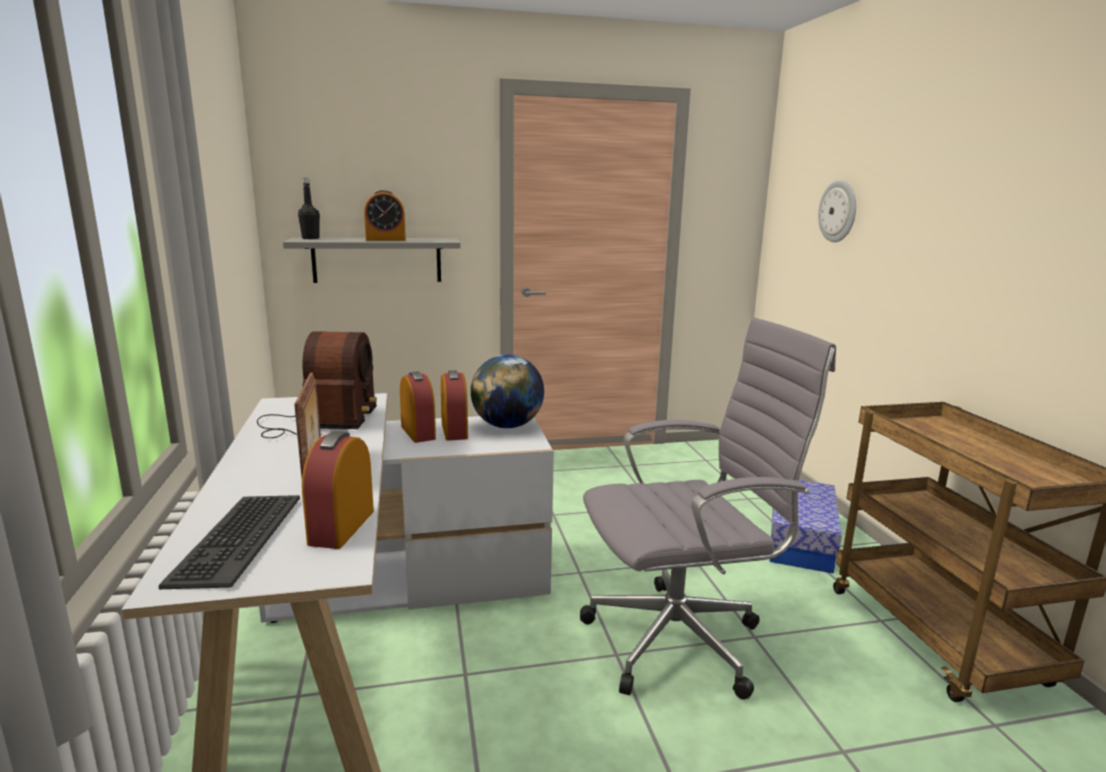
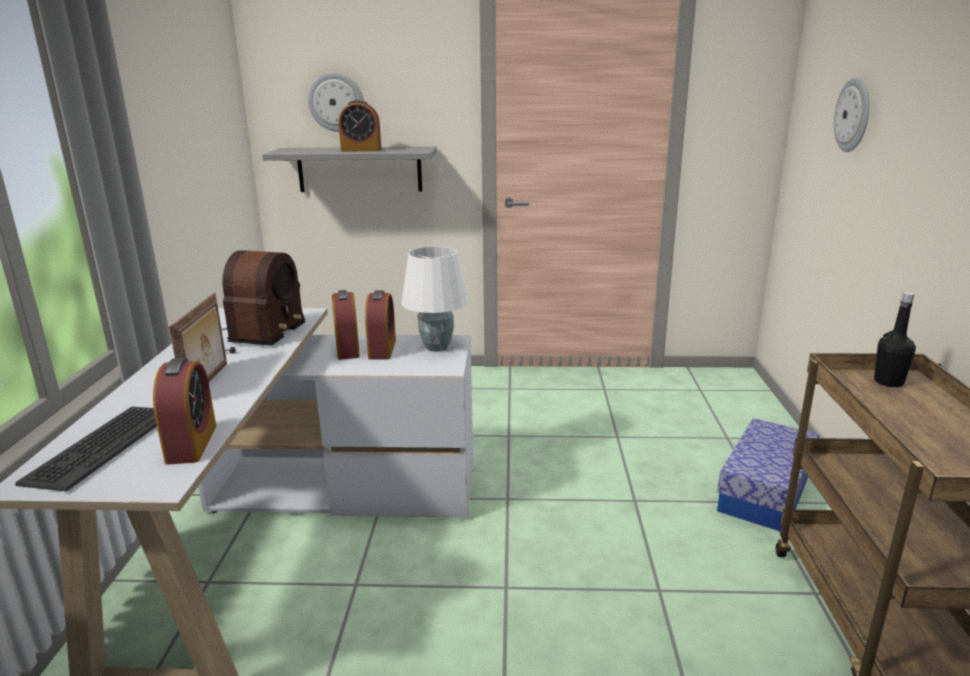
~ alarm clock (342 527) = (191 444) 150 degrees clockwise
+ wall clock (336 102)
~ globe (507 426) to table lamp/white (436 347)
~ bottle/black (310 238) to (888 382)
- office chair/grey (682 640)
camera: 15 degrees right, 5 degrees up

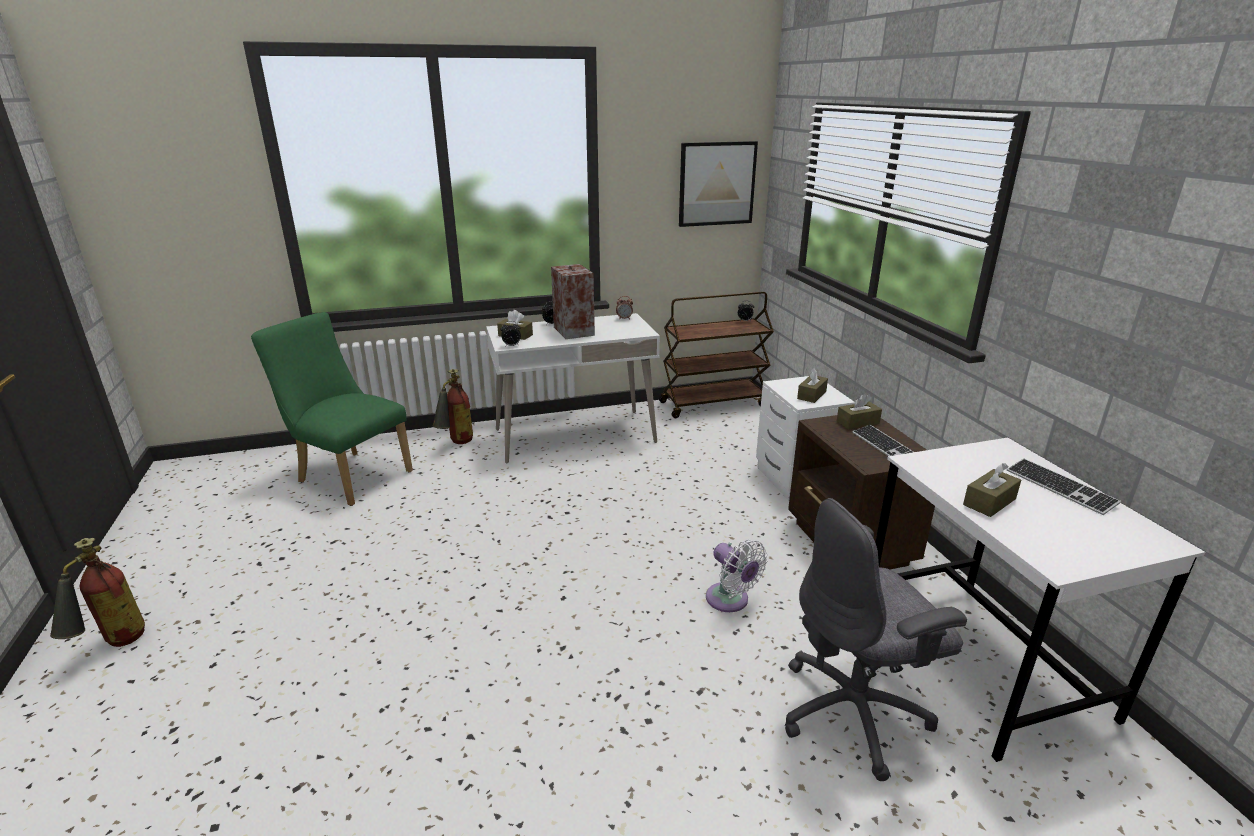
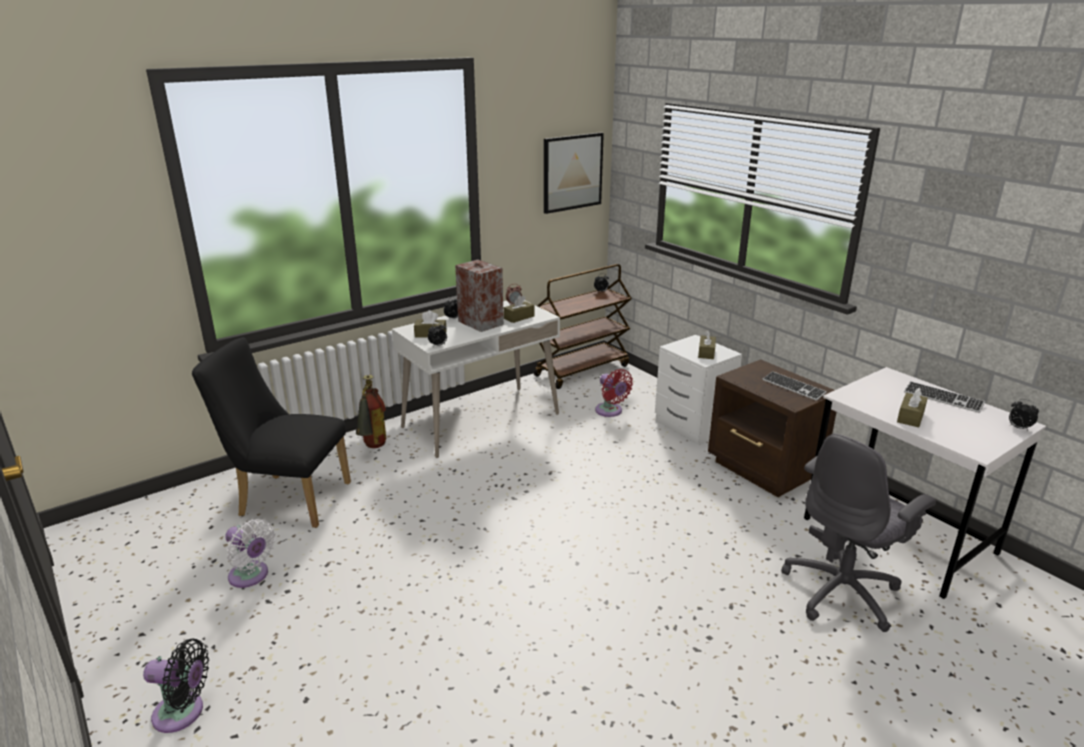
~ fire extinguisher (112 646) to fan/black (183 713)
~ chair/green (349 475) to chair/black (287 499)
~ fan/white (730 601) to (251 576)
~ tissue box/brown (857 422) to (519 317)
+ fan/red (610 411)
+ alarm clock (1018 428)
camera: 20 degrees left, 0 degrees up

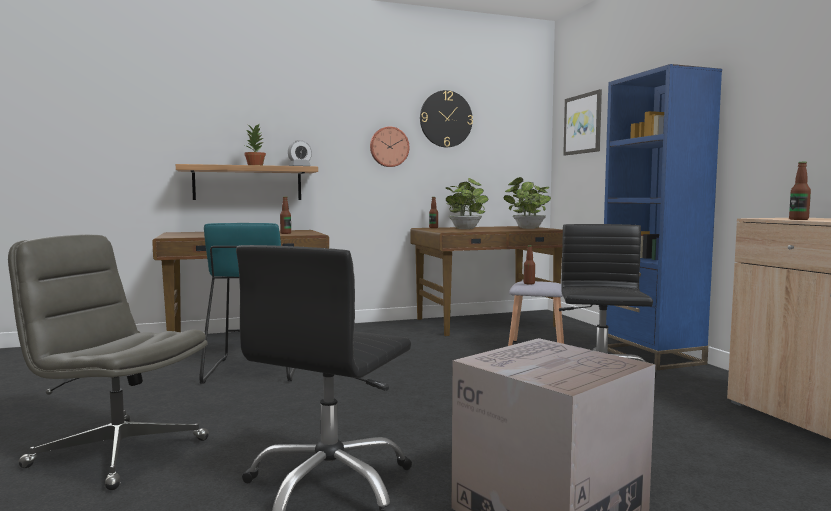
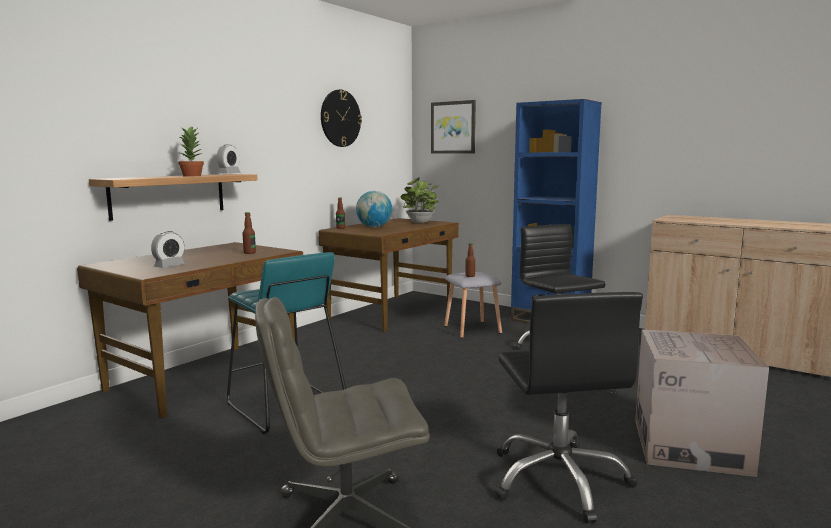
+ alarm clock (169 266)
~ potted plant (466 228) to globe (374 227)
- wall clock (389 147)
- bottle (798 219)
camera: 35 degrees left, 5 degrees up

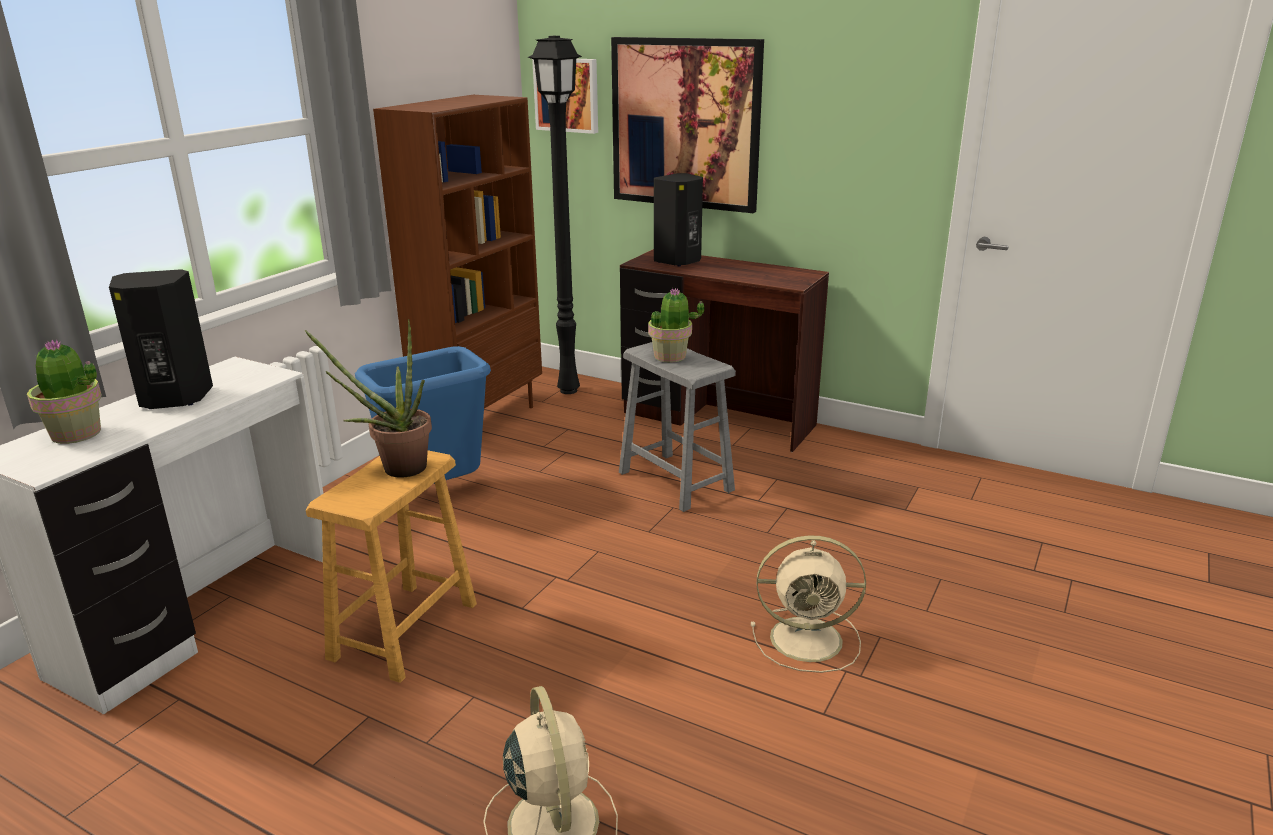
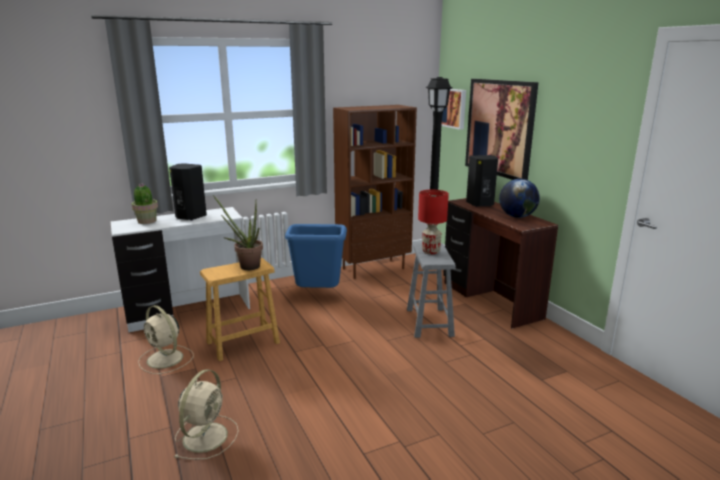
~ fan/beige (809 639) to (166 359)
~ potted plant (670 357) to table lamp/red (430 251)
+ globe (517 216)
camera: 35 degrees right, 5 degrees down

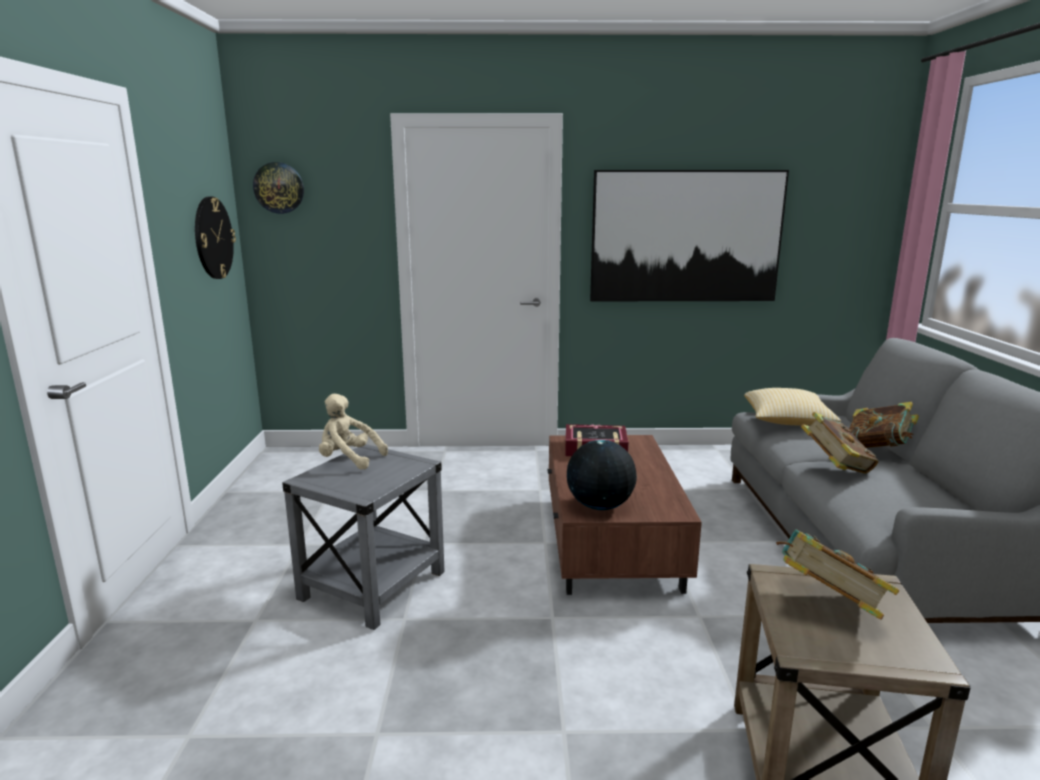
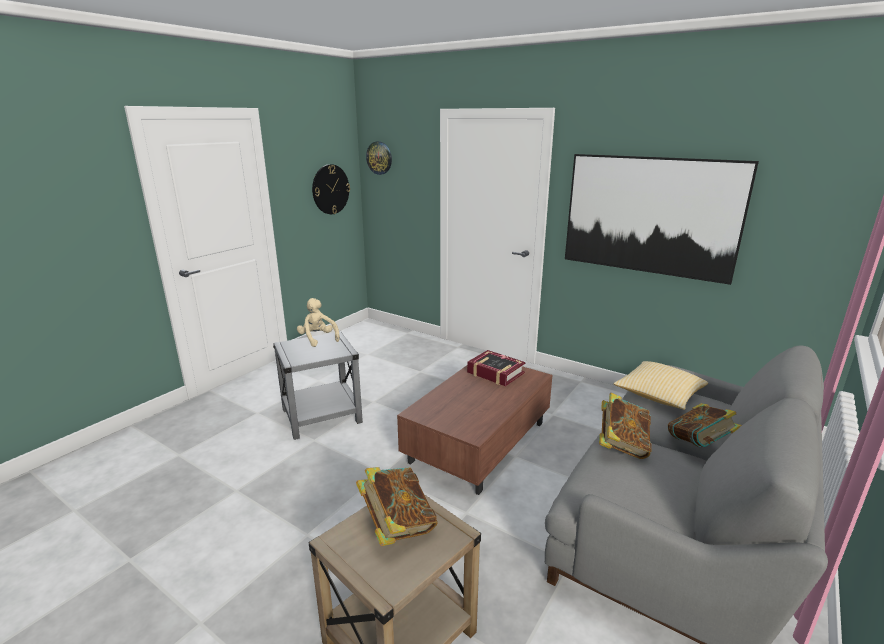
- globe (599 506)
camera: 35 degrees right, 5 degrees up

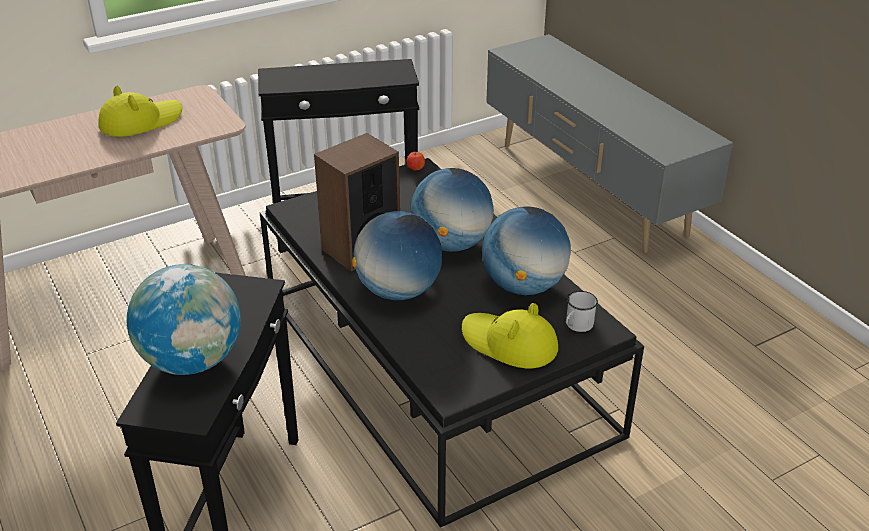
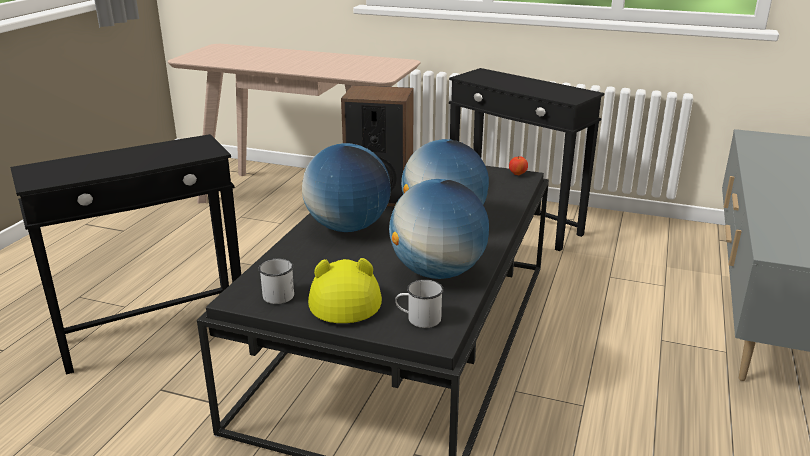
+ mug/white (276 293)
- hat/yellow (141 122)
- globe (192 360)
camera: 50 degrees right, 10 degrees down

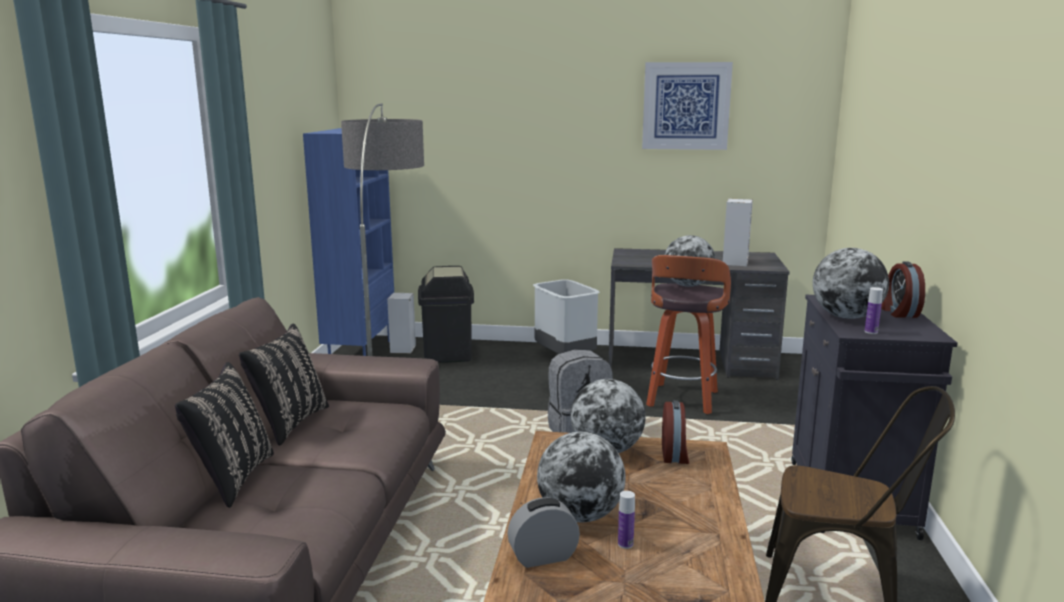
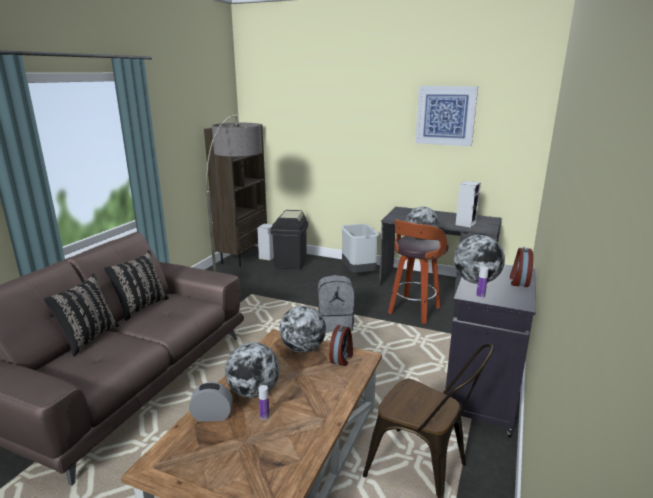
~ bookcase/blue (360 352) to bookcase/brown (242 256)
camera: 15 degrees right, 5 degrees up

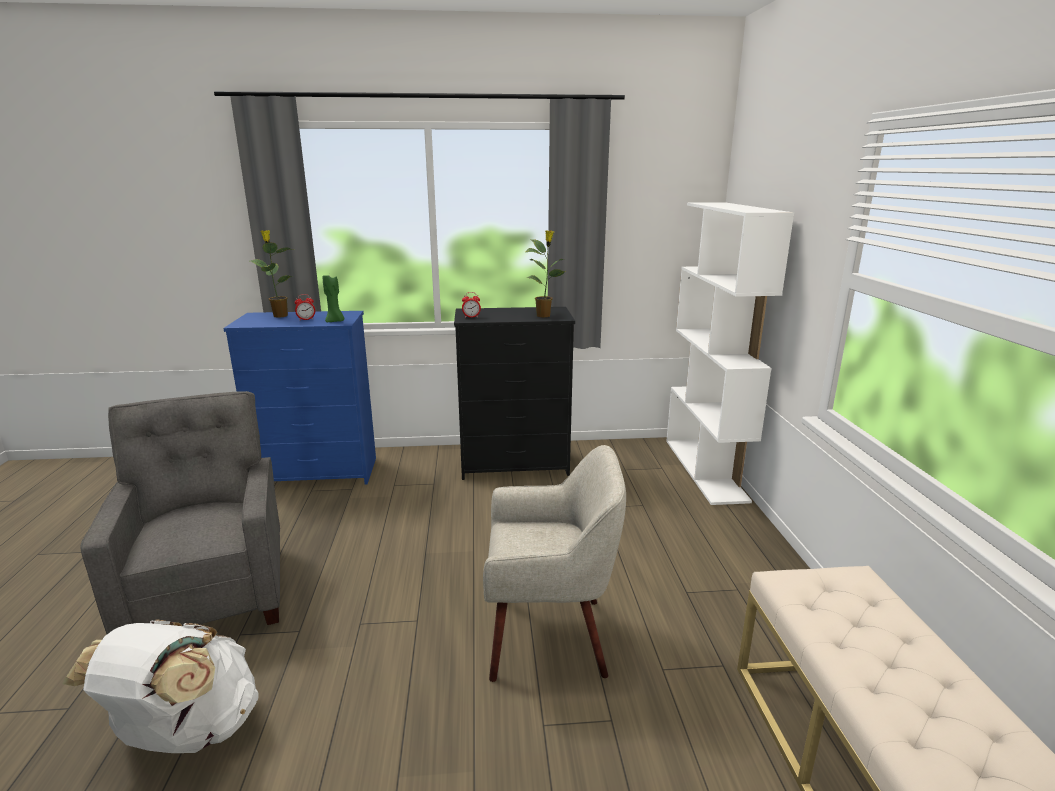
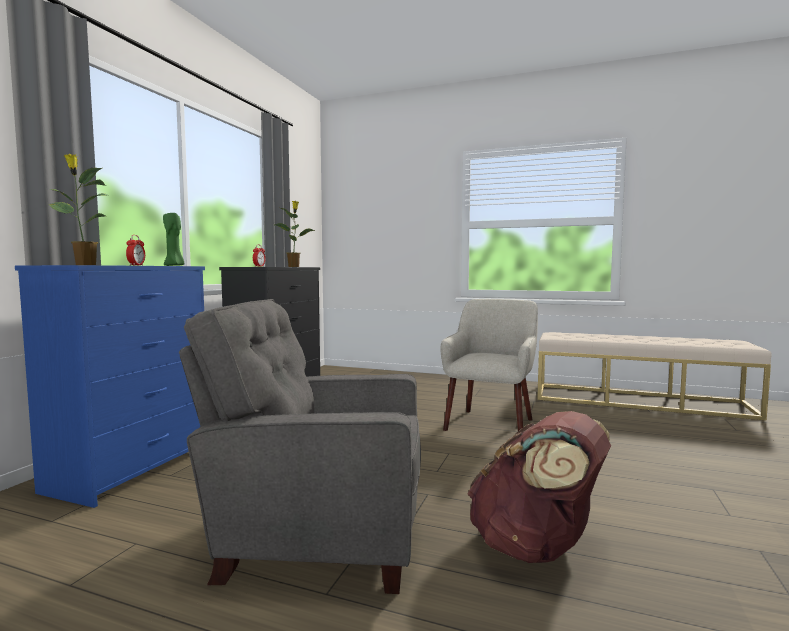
~ backpack/white (186 733) to backpack/brown (536 547)
- bookcase/white (705 469)
camera: 65 degrees left, 15 degrees down

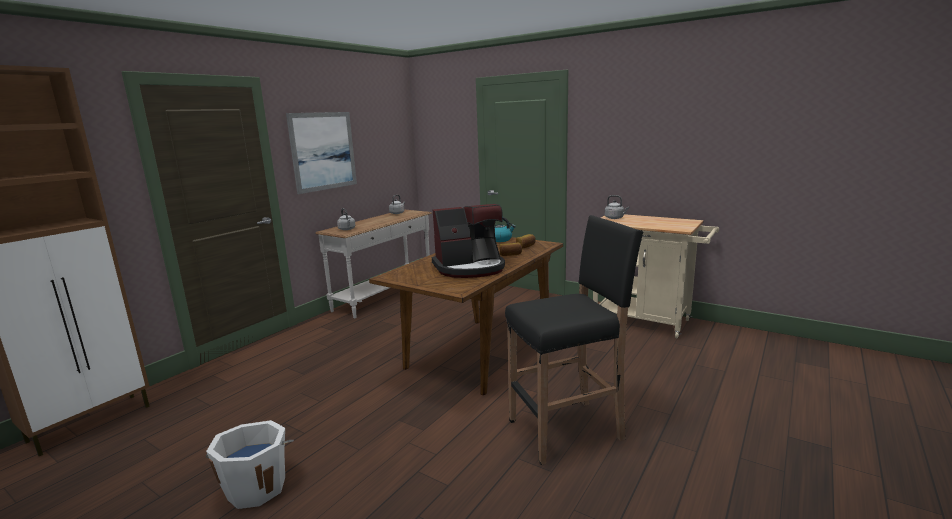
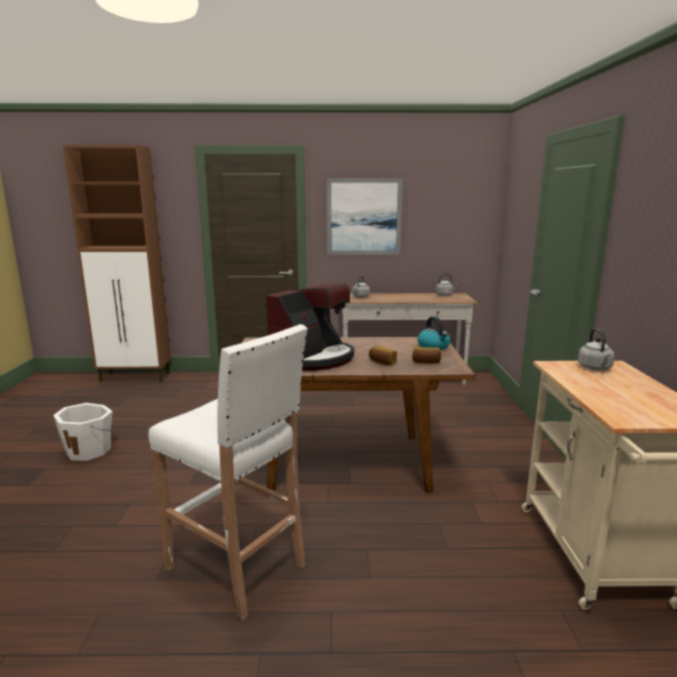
~ stool/black (568 429) to stool/white (238 568)
~ coffee machine (470 268) = (312 358) 90 degrees counterclockwise
camera: 55 degrees right, 0 degrees up

